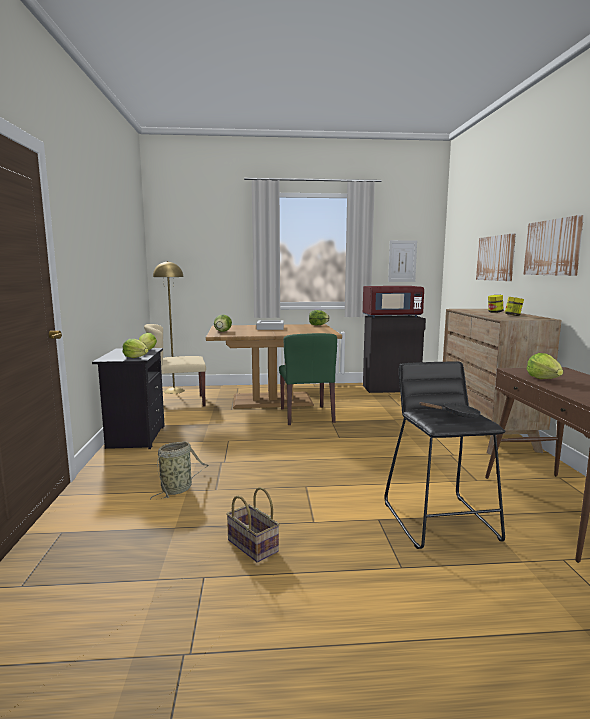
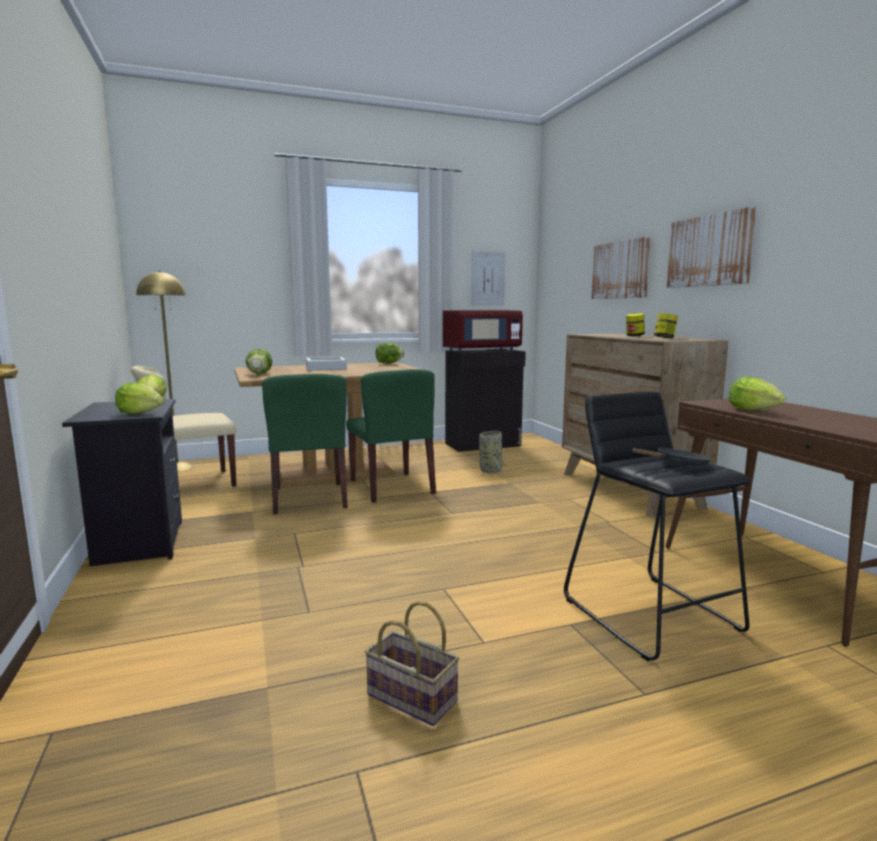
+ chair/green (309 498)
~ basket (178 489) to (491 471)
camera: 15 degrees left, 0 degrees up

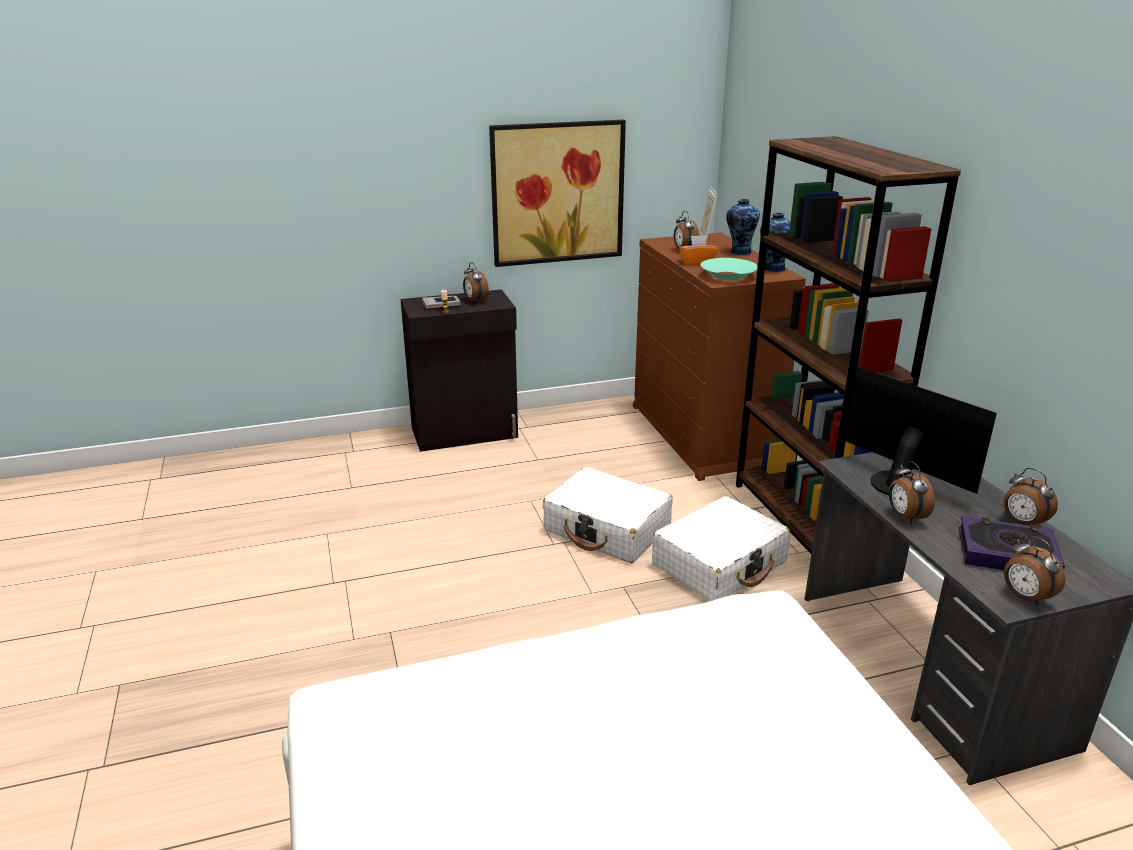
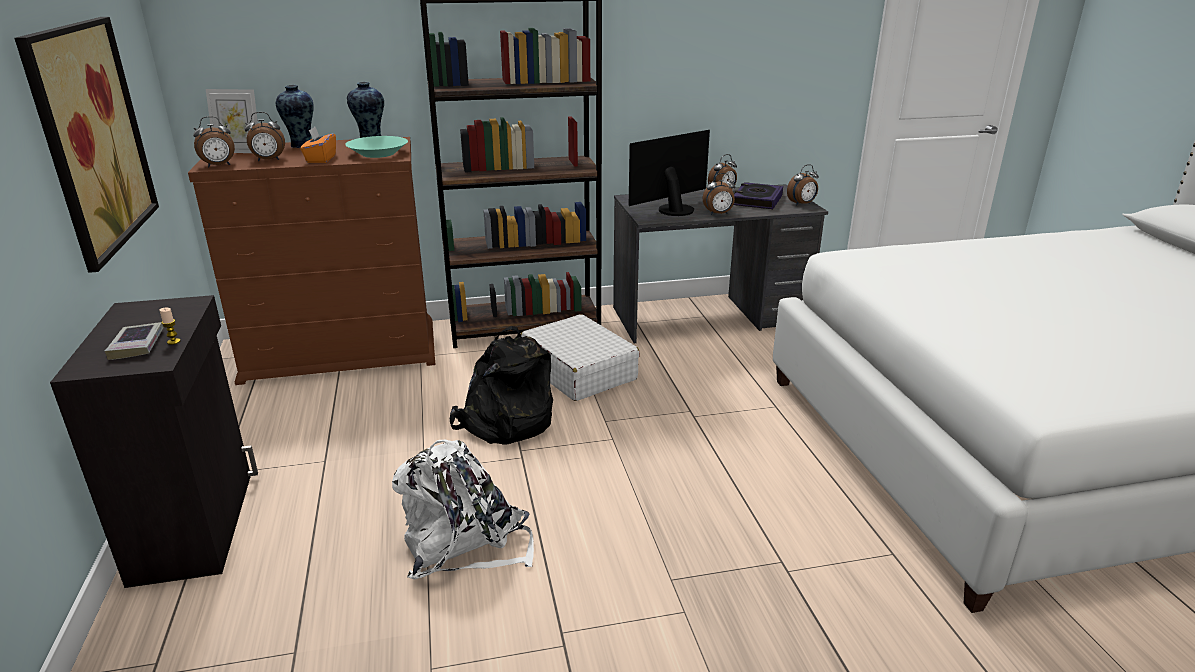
~ alarm clock (475 301) to (219 166)
+ backpack/white (464 544)
~ suitcase/white (607 529) to backpack/black (505 422)
camera: 85 degrees left, 0 degrees up

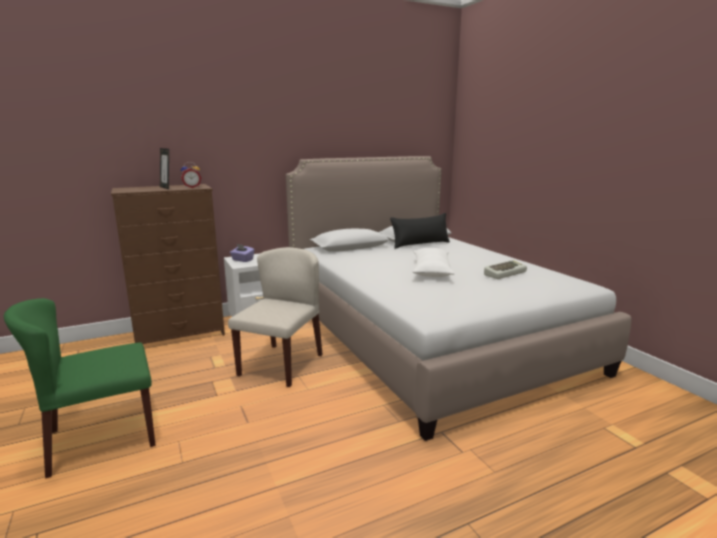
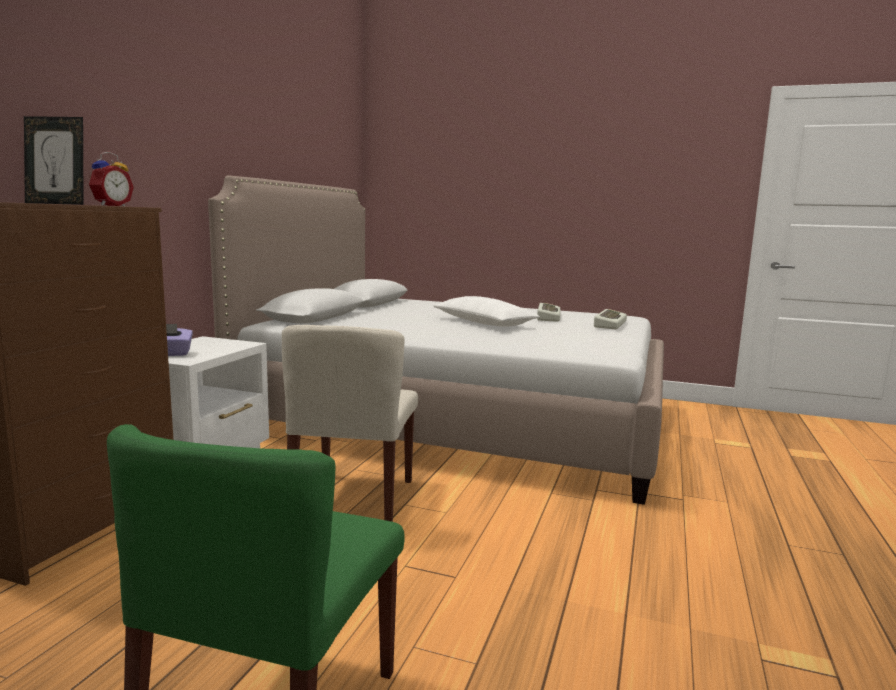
~ chair/beige (281 364) = (354 501) 150 degrees counterclockwise
+ keyboard (608 324)
- pillow/black (420 244)
camera: 45 degrees left, 5 degrees down

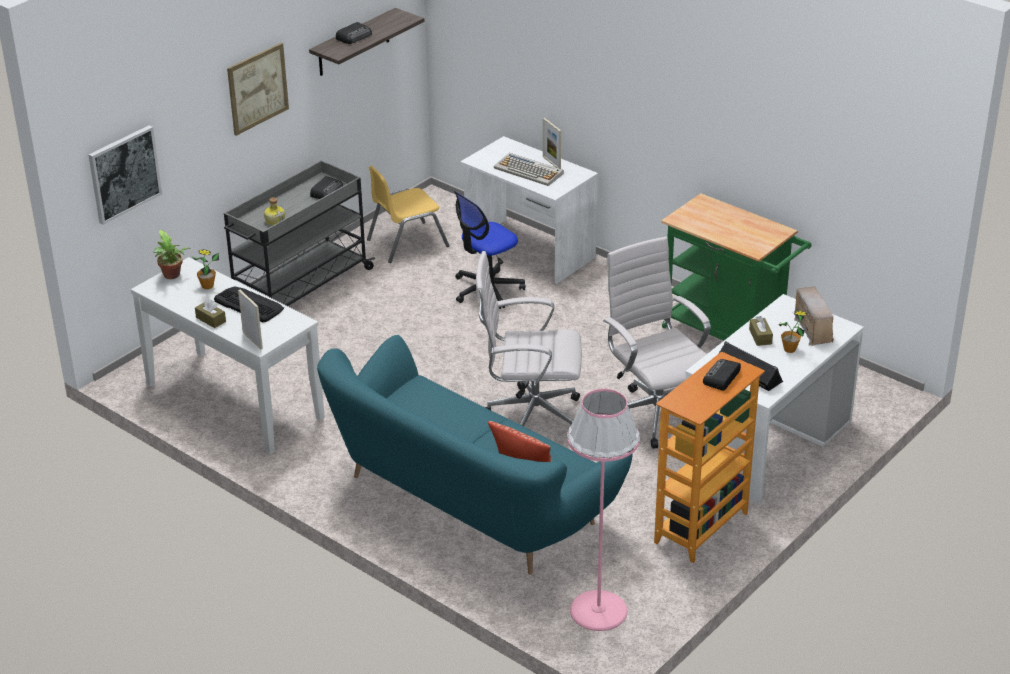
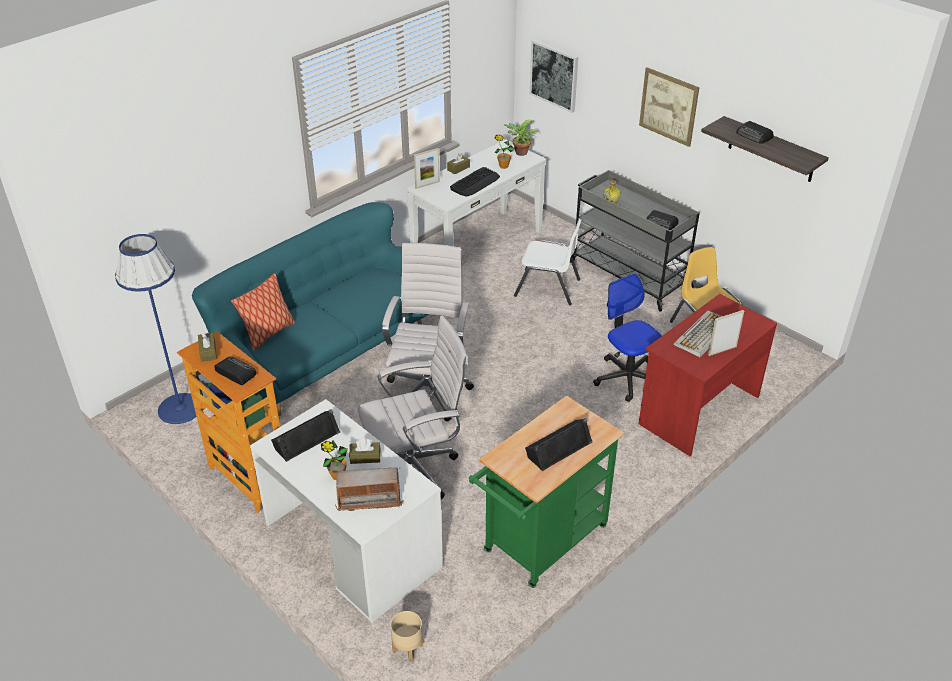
~ floor lamp/pink (598 610) to floor lamp/blue (180 408)
+ tissue box/brown (208 351)
+ planter/beige (408 648)
+ chair/white (547 288)
+ speaker/black (558 448)
~ desk/white (529 251) to desk/red (697 409)
camera: 95 degrees right, 5 degrees up

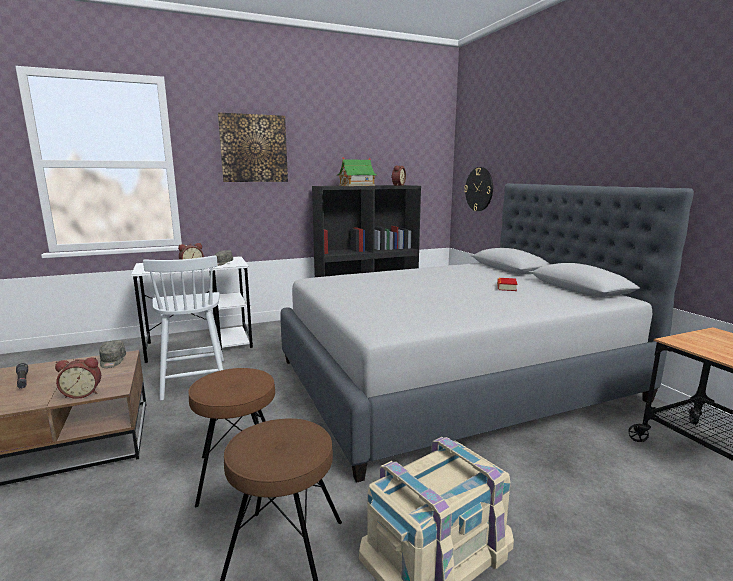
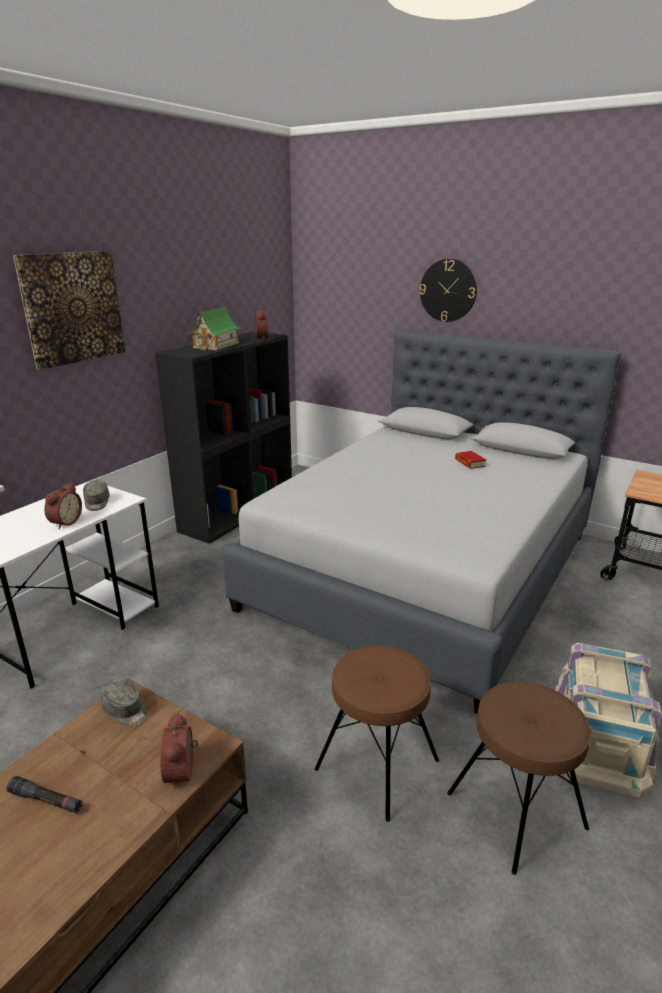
~ alarm clock (83 393) = (183 772) 135 degrees clockwise
~ wall clock (479 189) to (448 290)
- chair/white (194 378)
camera: 35 degrees left, 10 degrees up

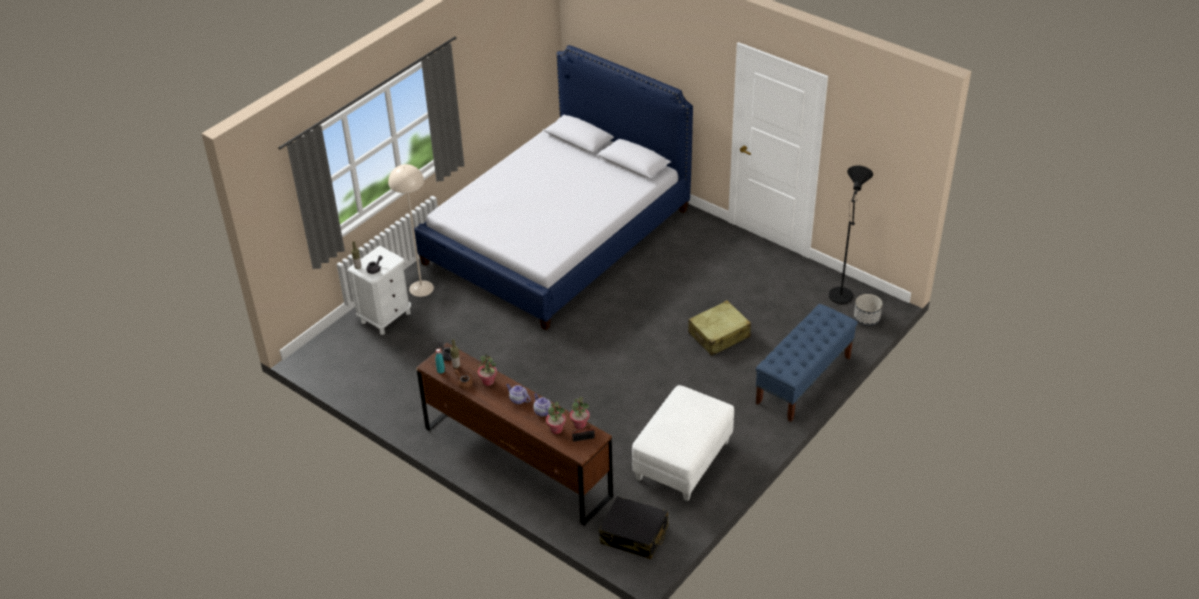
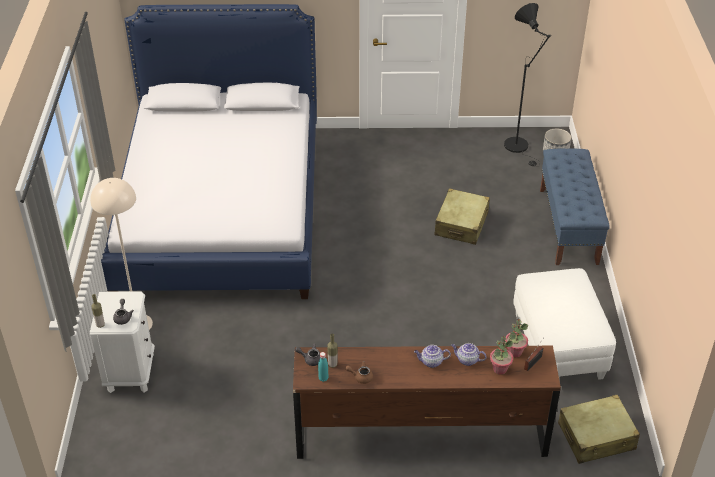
~ suitcase/black (634 535) to suitcase/beige (596 437)
- potted plant (488 381)
camera: 40 degrees left, 0 degrees up

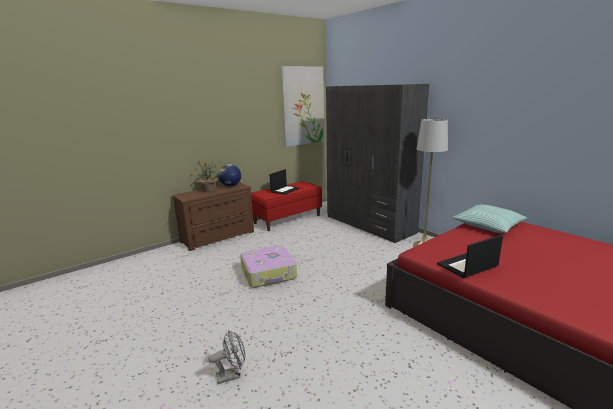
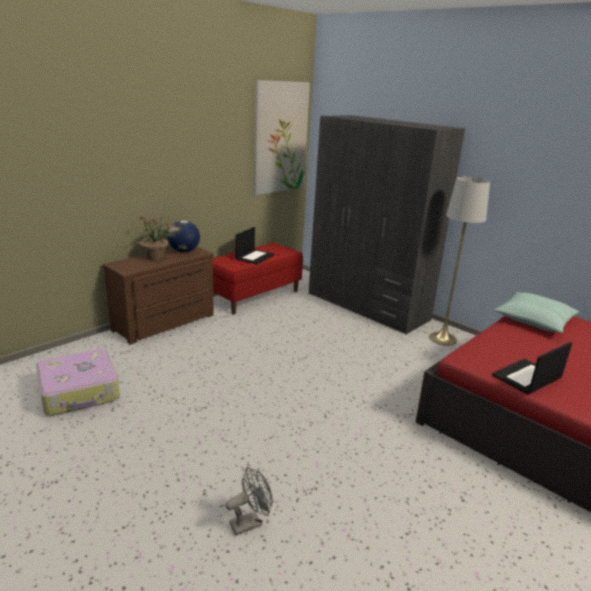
~ suitcase (269 273) to (80 392)
camera: 10 degrees left, 5 degrees up

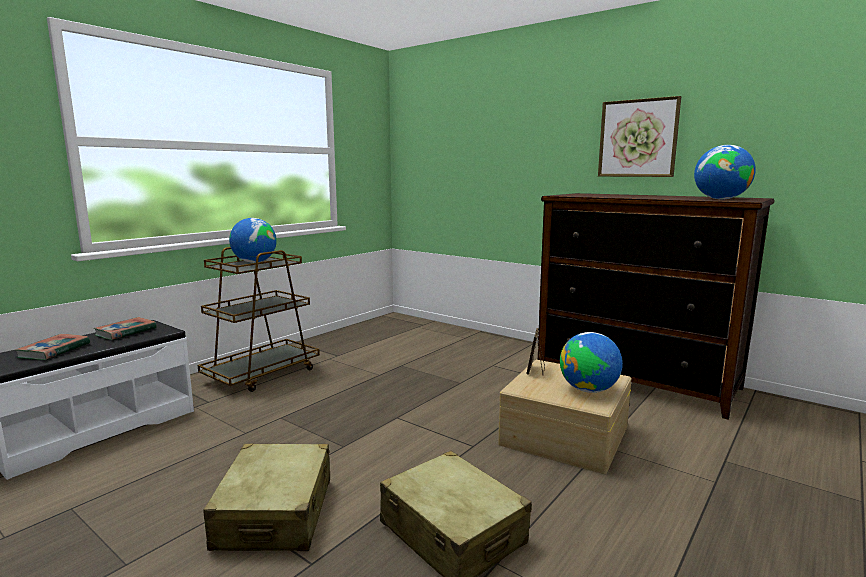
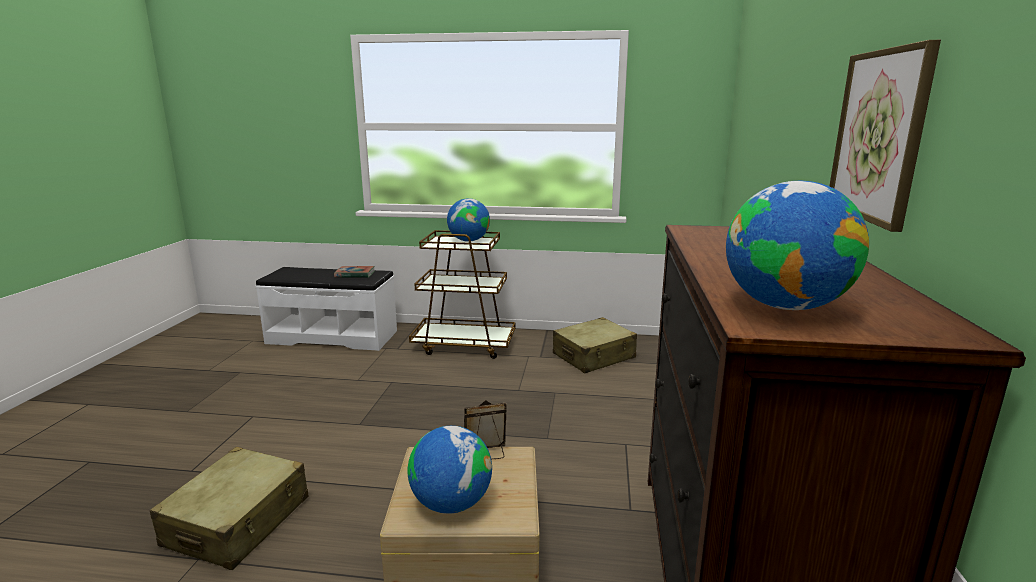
~ suitcase/beige (275 513) to (594 356)
- book (54 350)
camera: 60 degrees right, 5 degrees up

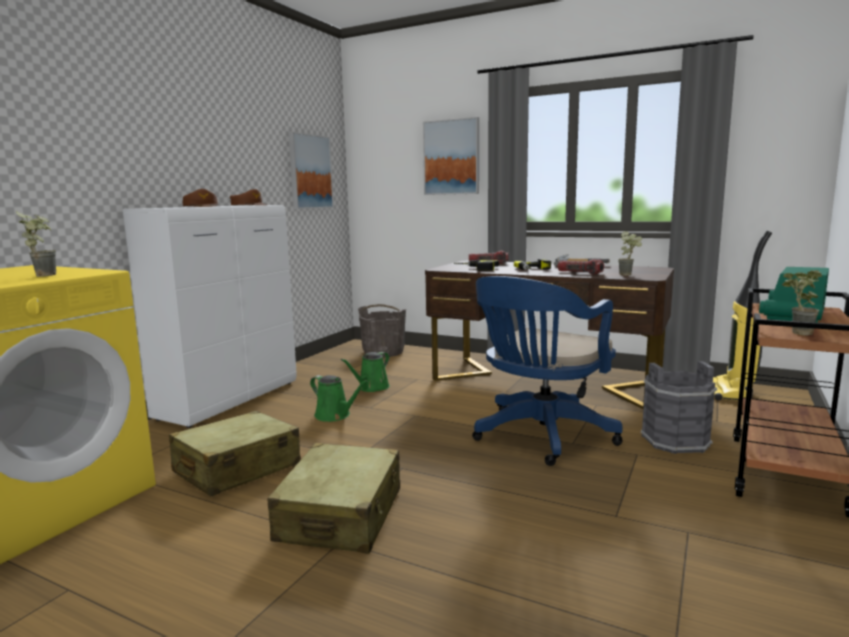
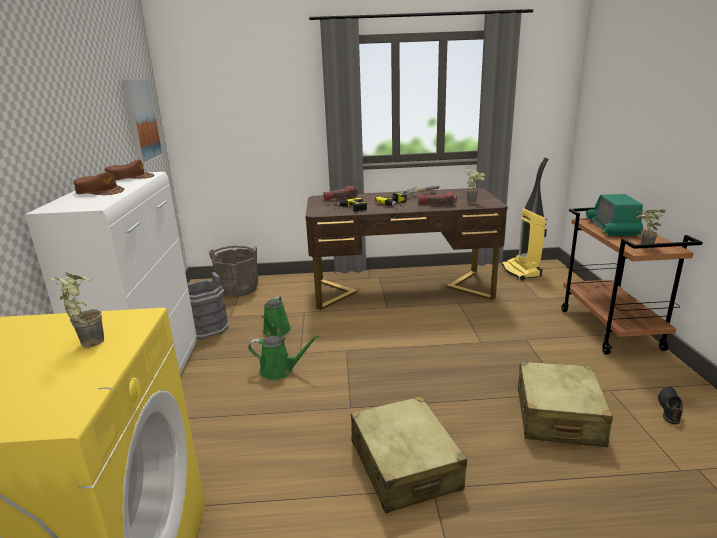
~ bucket/grey (675 441) to (206 328)
~ suitcase/beige (236 469) to (558 416)
+ shoe/black (670 408)
- picture (451 157)
- office chair/blue (540 436)
camera: 30 degrees left, 10 degrees up

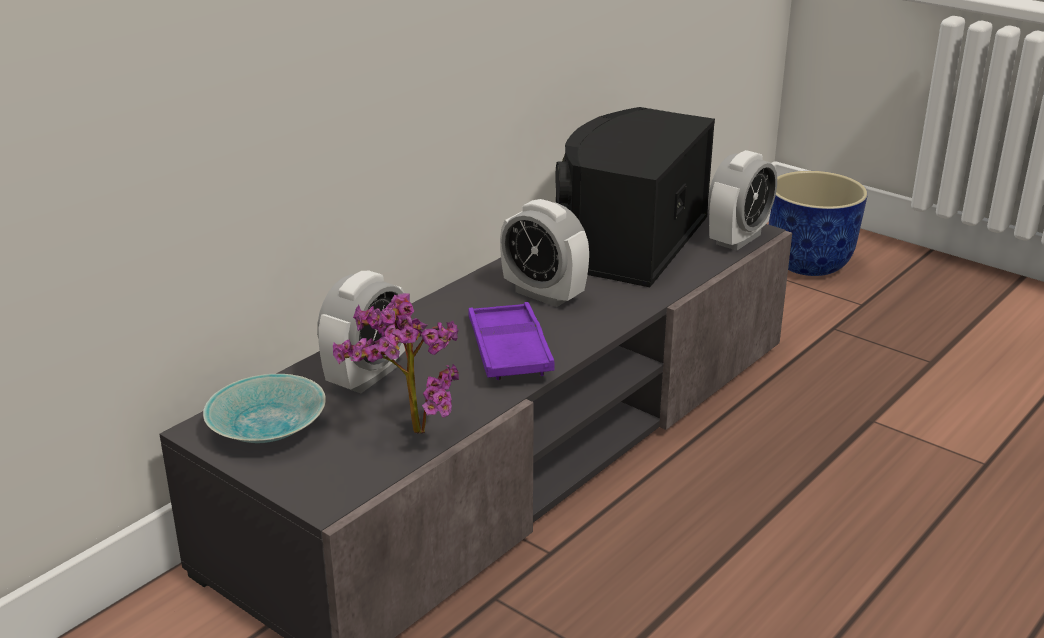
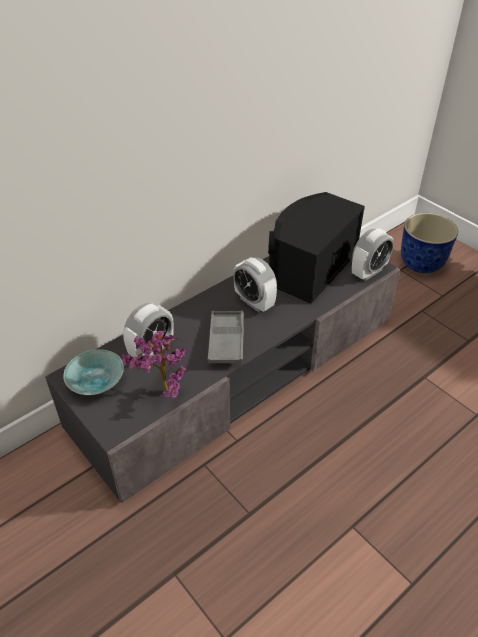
~ tray/purple (509 350) to tray/grey (226 340)
camera: 10 degrees right, 15 degrees up

